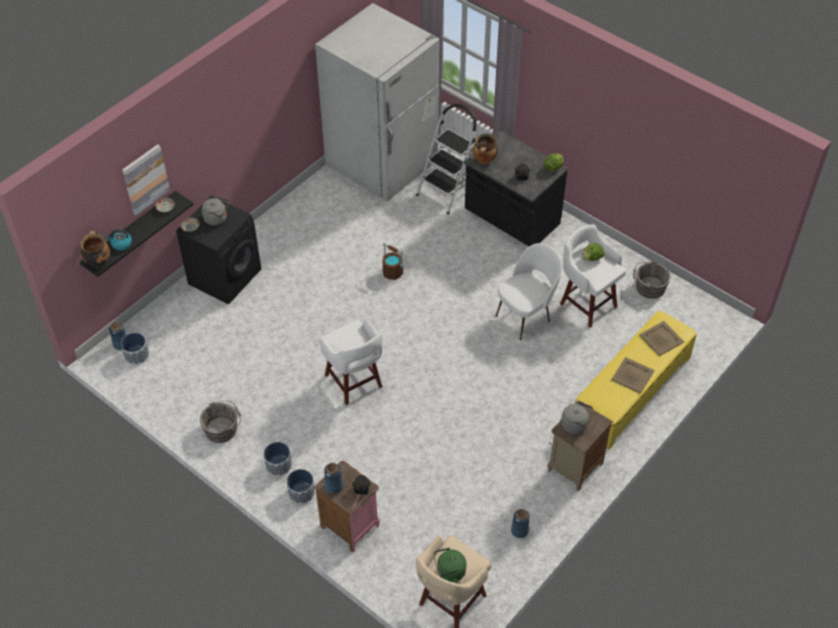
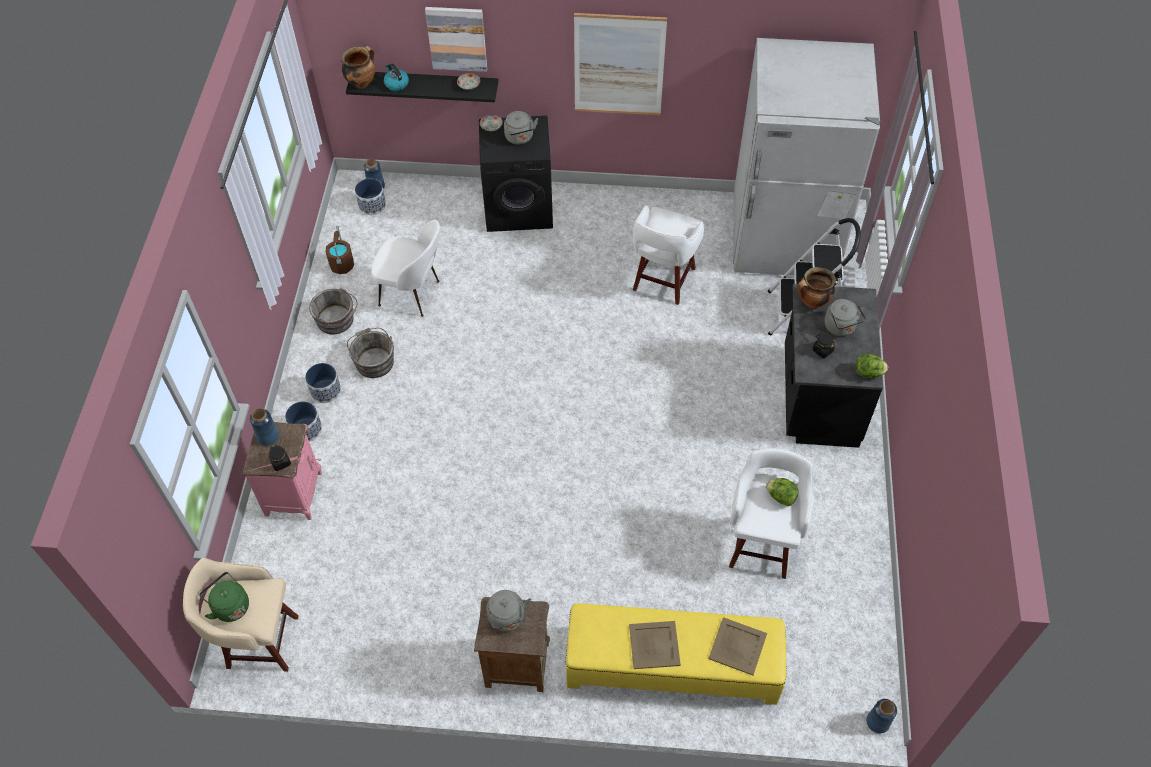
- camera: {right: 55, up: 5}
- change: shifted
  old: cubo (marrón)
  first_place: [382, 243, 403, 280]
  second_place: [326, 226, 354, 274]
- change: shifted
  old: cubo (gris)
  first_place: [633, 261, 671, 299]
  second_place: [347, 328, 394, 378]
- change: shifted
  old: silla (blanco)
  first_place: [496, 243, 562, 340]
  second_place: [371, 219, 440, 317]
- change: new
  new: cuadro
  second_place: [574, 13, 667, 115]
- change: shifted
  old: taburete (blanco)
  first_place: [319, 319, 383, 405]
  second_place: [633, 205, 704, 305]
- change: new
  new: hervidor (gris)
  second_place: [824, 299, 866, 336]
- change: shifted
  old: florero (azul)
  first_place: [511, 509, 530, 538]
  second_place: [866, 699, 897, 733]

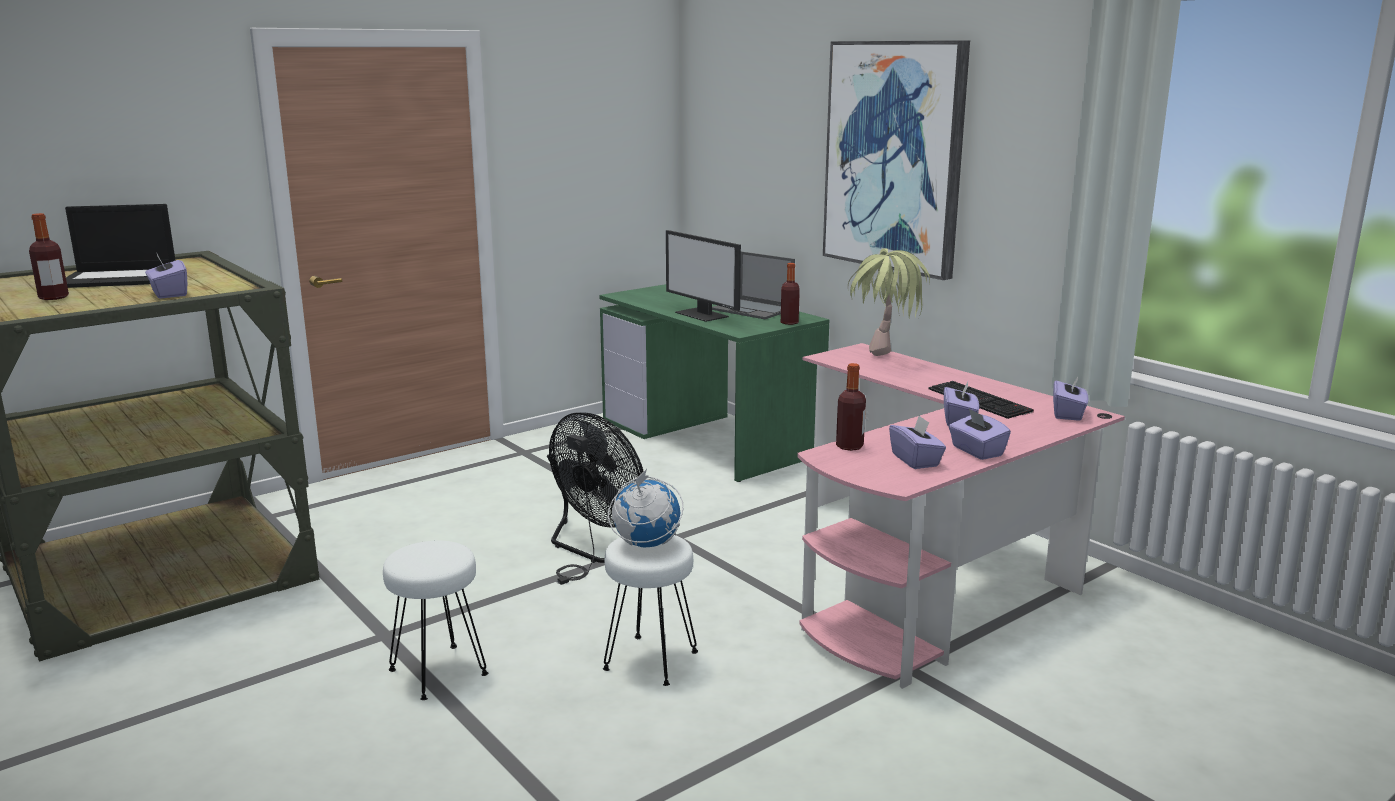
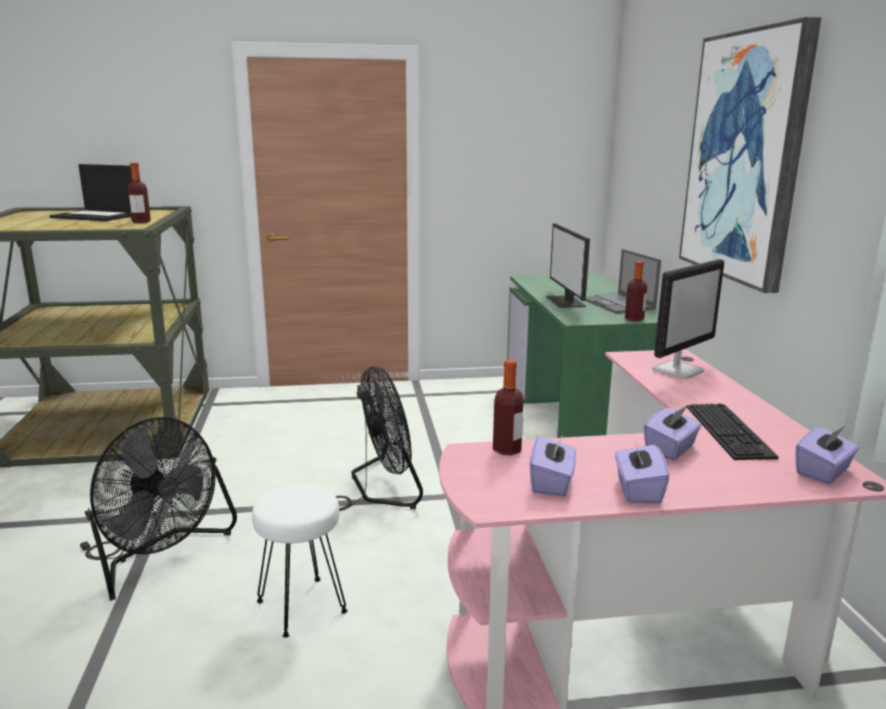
- camera: {right: 30, up: 0}
- change: swapped
  old: taburete (blanco)
  new: ventilador (negro)
  first_place: [383, 541, 488, 700]
  second_place: [80, 417, 237, 601]
- change: shifted
  old: botella
  first_place: [29, 213, 69, 300]
  second_place: [127, 163, 151, 223]
- change: swapped
  old: planta en maceta
  new: monitor
  first_place: [848, 248, 930, 356]
  second_place: [652, 259, 724, 379]
- change: gone
  old: caja de pañuelos (morado)
  first_place: [145, 252, 187, 299]
- change: gone
  old: globo terráqueo
  first_place: [608, 469, 683, 548]

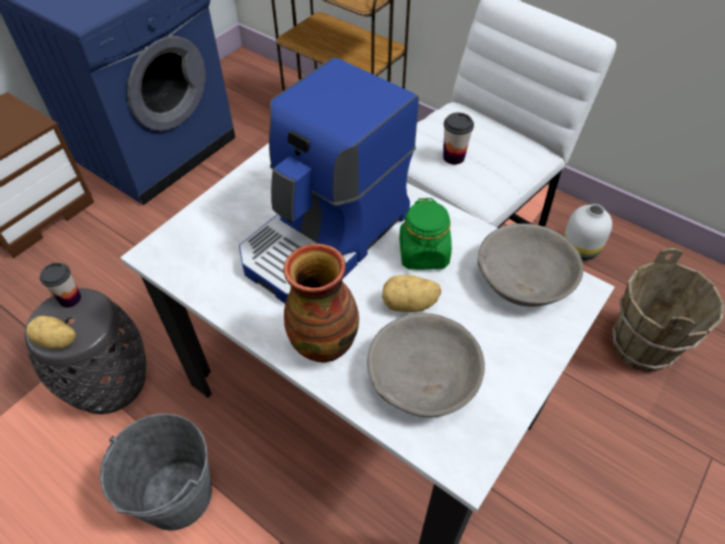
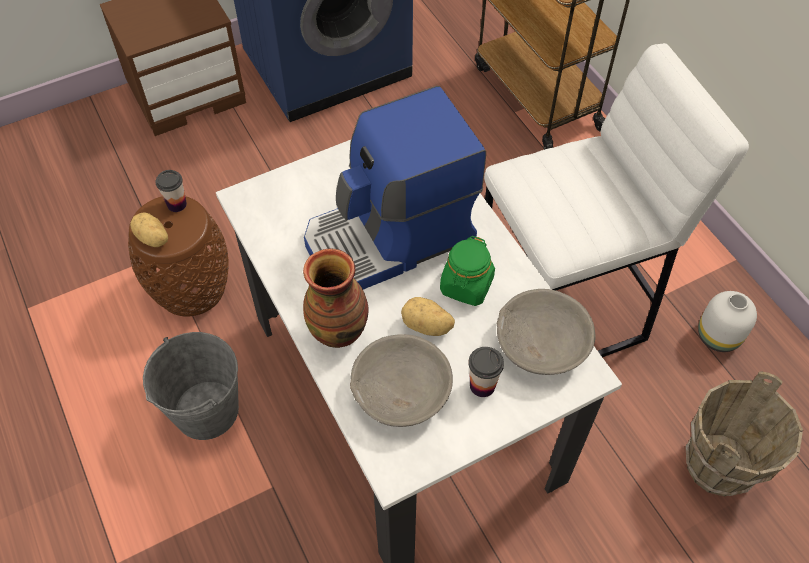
- camera: {right: 25, up: 5}
- change: repainted
  old: taburete (gris)
  new: taburete (marrón)
  first_place: [25, 288, 146, 414]
  second_place: [128, 196, 229, 317]
- change: shifted
  old: taza
  first_place: [443, 112, 474, 165]
  second_place: [468, 347, 504, 397]

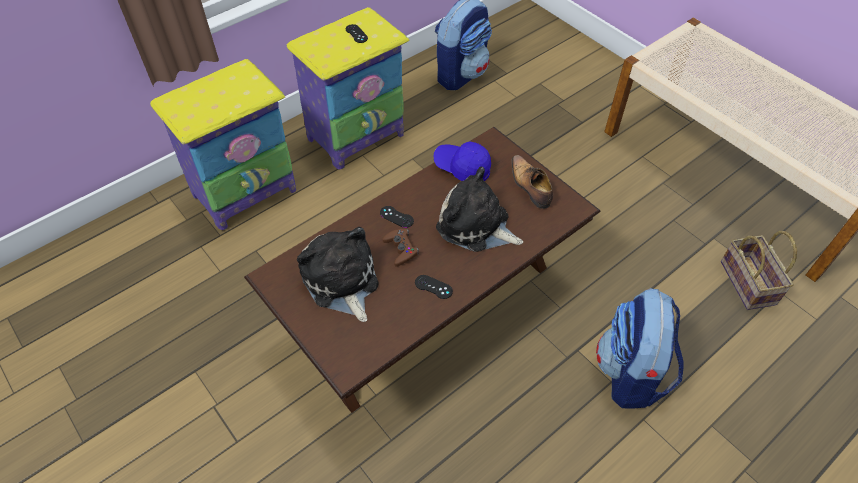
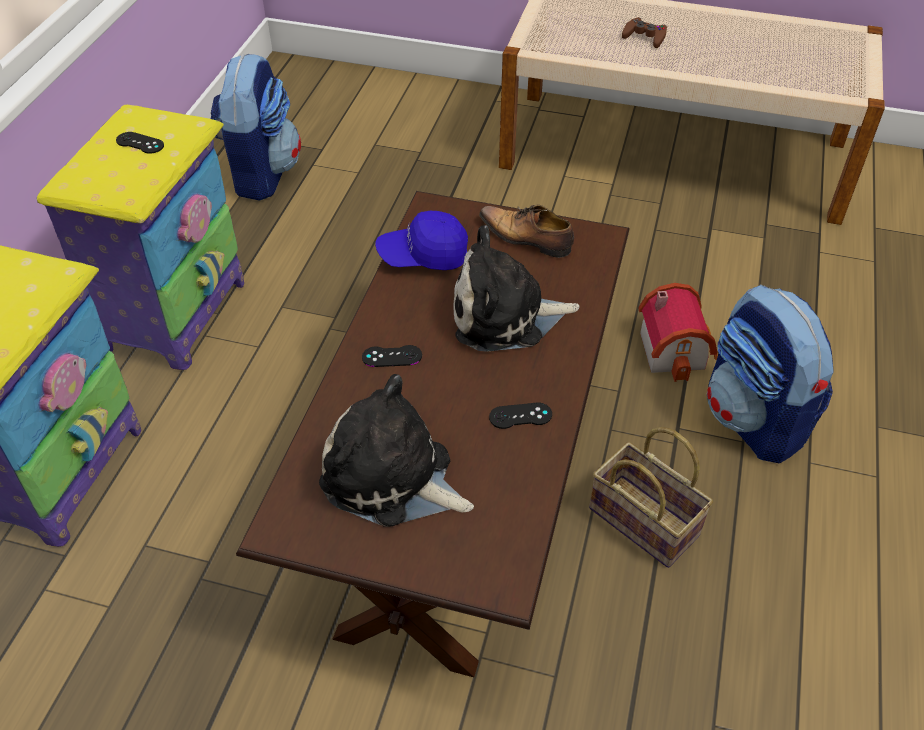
- camera: {right: -35, up: -5}
- change: shifted
  old: cesta
  first_place: [721, 231, 797, 310]
  second_place: [589, 427, 713, 568]
- change: shifted
  old: mando de consola (marrón)
  first_place: [382, 229, 419, 267]
  second_place: [622, 17, 667, 48]
- change: new
  new: casita
  second_place: [638, 283, 718, 382]

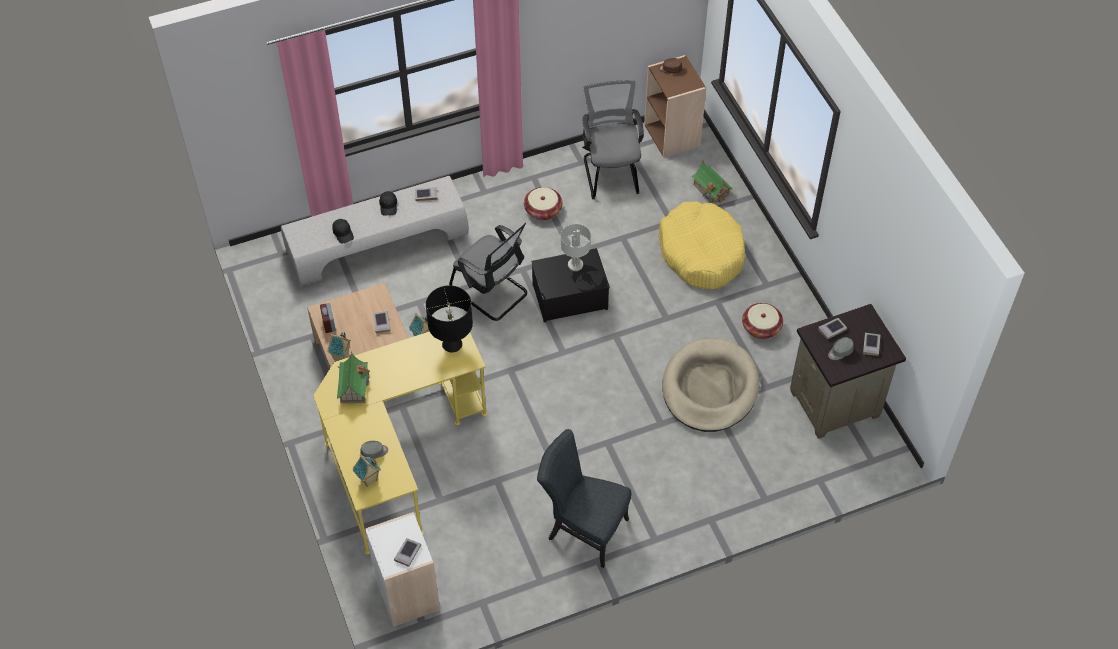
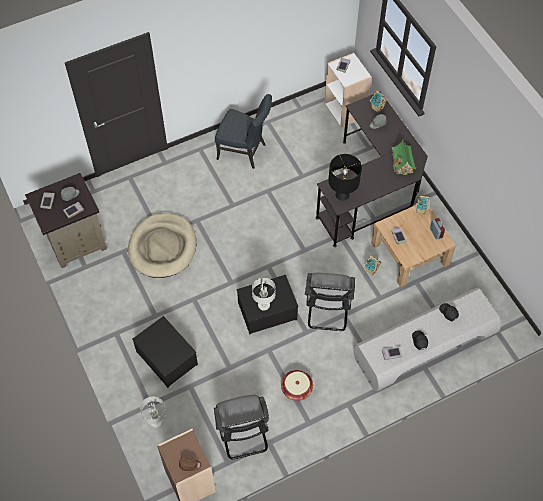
- camera: {right: 175, up: 5}
- change: swapped
  old: cama para perro (amarillo)
  new: caja de almacenaje
  first_place: [659, 201, 745, 289]
  second_place: [132, 316, 198, 388]
- change: swapped
  old: casita
  new: lámpara de mesa (gris)
  first_place: [691, 160, 733, 204]
  second_place: [140, 397, 166, 428]
- change: rotated
  old: silla
  first_place: [449, 223, 527, 321]
  second_place: [305, 273, 355, 331]
  degrees: -120
- change: repainted
  old: escritorio (amarillo)
  new: escritorio (negro)
  first_place: [313, 331, 487, 555]
  second_place: [316, 92, 428, 247]
- change: gone
  old: cesta
  first_place: [742, 303, 783, 339]

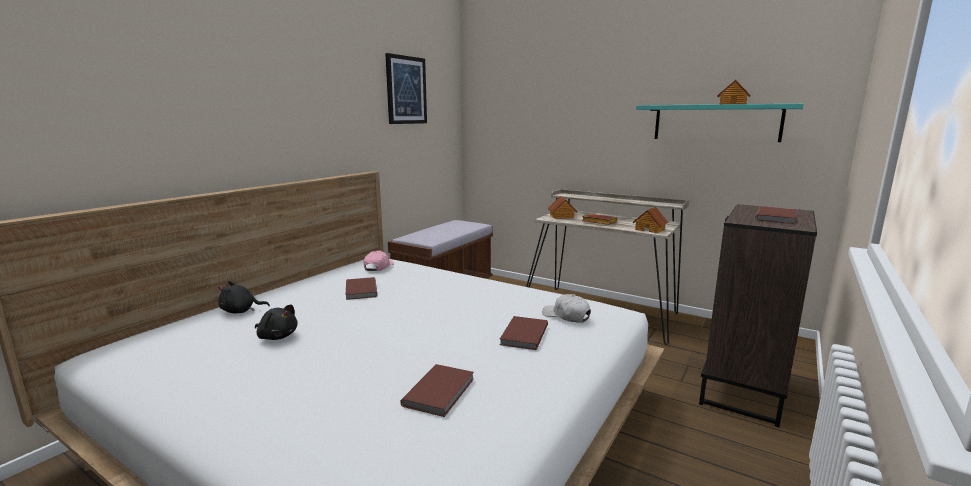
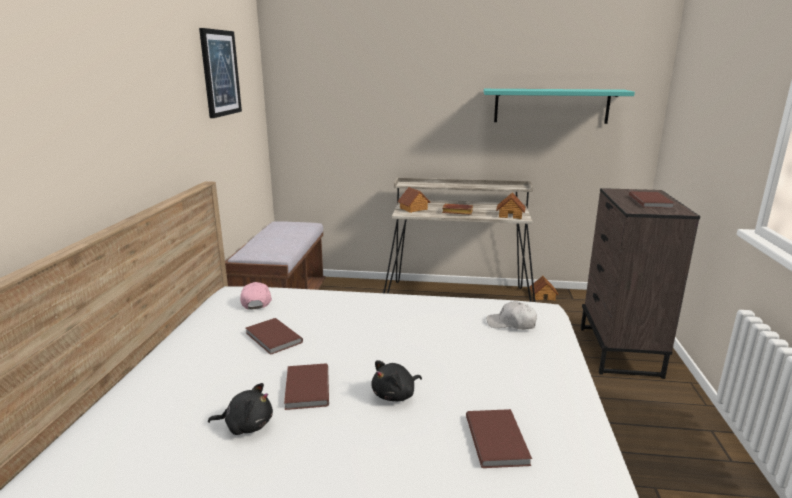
- camera: {right: -25, up: 5}
- change: shifted
  old: libro (marrón)
  first_place: [500, 316, 548, 350]
  second_place: [284, 364, 329, 410]
- change: shifted
  old: peluche (negro)
  first_place: [218, 281, 270, 314]
  second_place: [371, 360, 422, 401]
- change: shifted
  old: casita
  first_place: [717, 80, 751, 104]
  second_place: [530, 276, 559, 301]

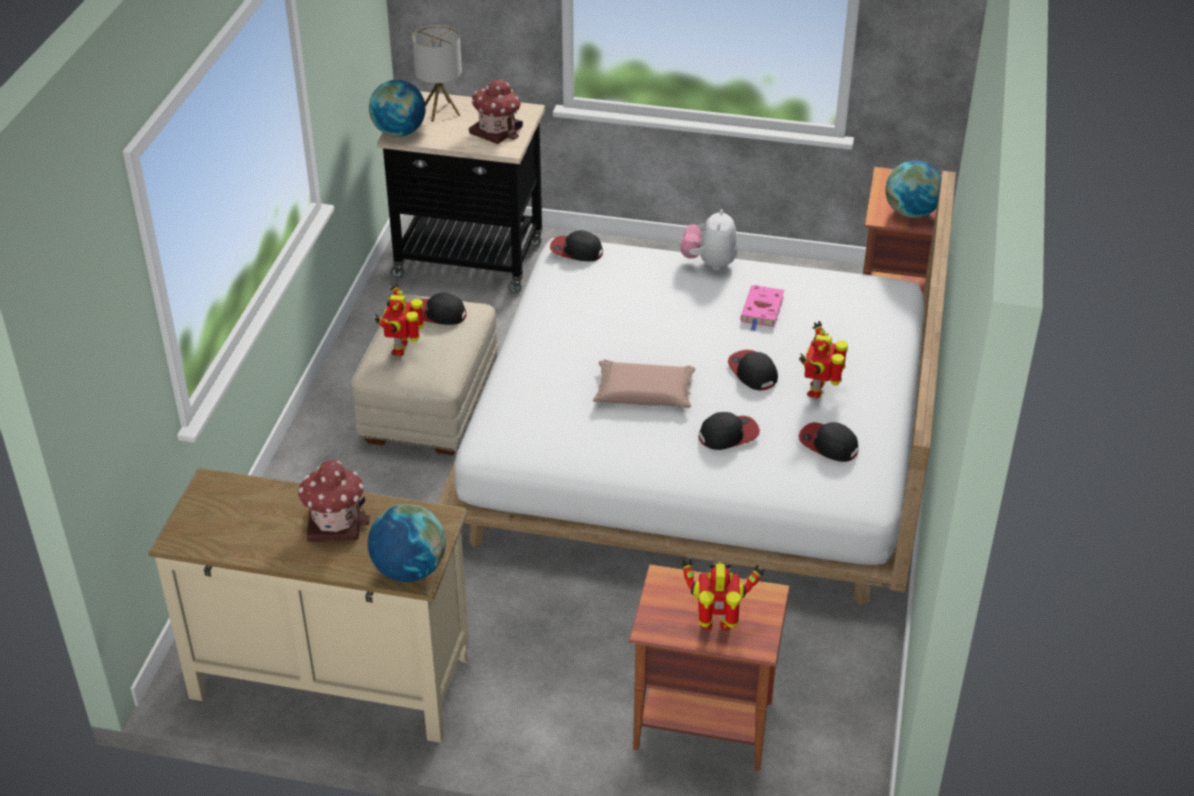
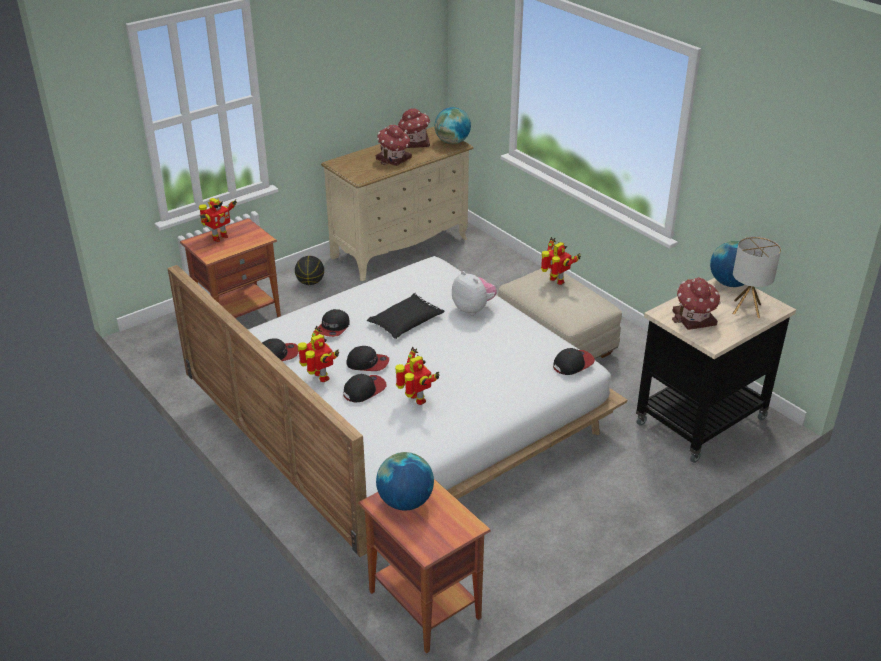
- camera: {right: 130, up: -5}
- change: new
  new: balón de baloncesto
  second_place: [295, 256, 324, 285]
- change: shifted
  old: gorra
  first_place: [421, 293, 466, 325]
  second_place: [343, 374, 387, 403]
- change: repainted
  old: cojín (beis)
  new: cojín (negro)
  first_place: [593, 359, 695, 408]
  second_place: [367, 293, 445, 339]
- change: swapped
  old: libro (rosa)
  new: robot de juguete
  first_place: [740, 285, 784, 331]
  second_place: [395, 347, 440, 405]
- change: new
  new: casita
  second_place: [398, 108, 431, 148]
- change: shifted
  old: globo terráqueo
  first_place: [368, 504, 446, 582]
  second_place: [435, 107, 471, 144]
- change: shifted
  old: peluche
  first_place: [681, 209, 738, 270]
  second_place: [452, 271, 497, 315]

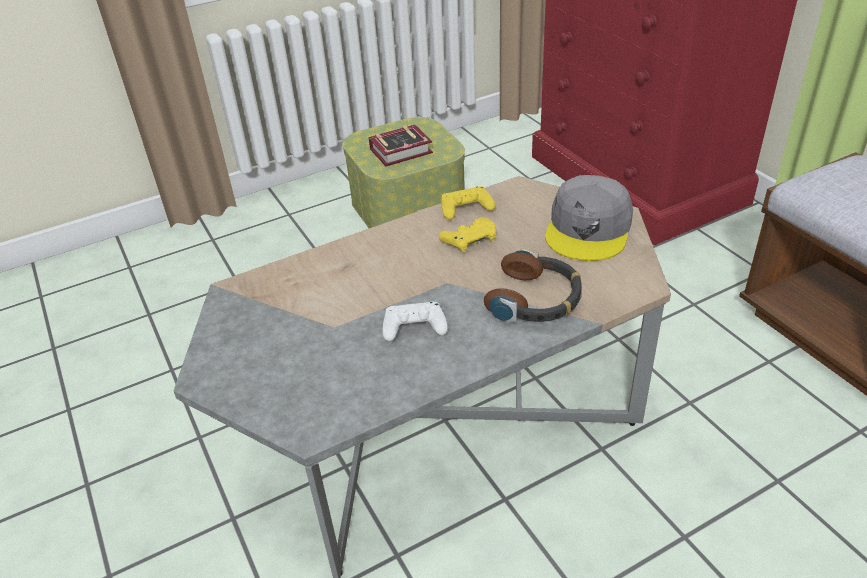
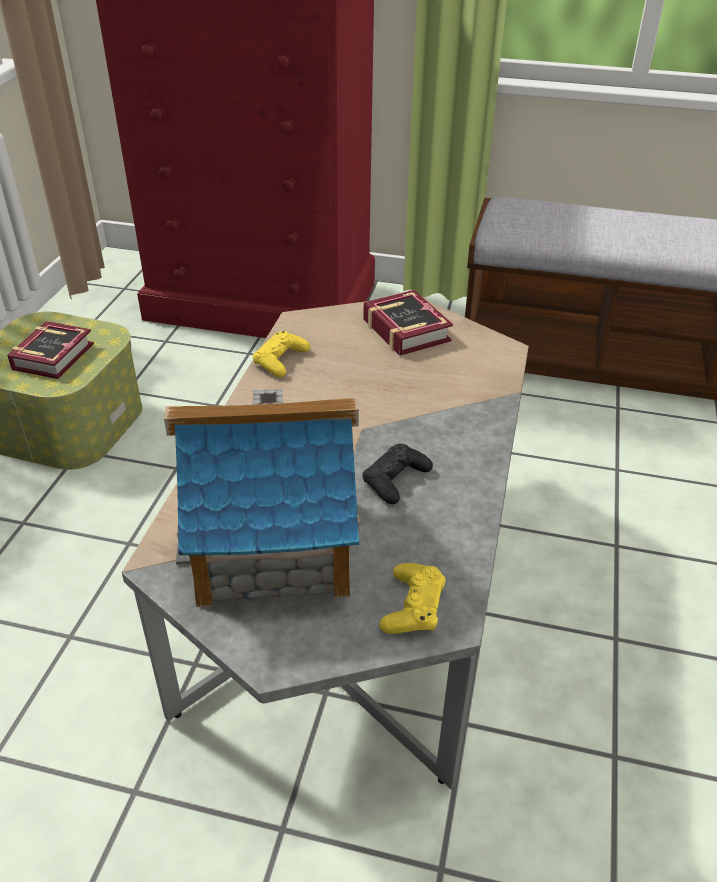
- camera: {right: -50, up: 0}
- change: new
  new: casita
  second_place: [164, 389, 360, 607]
- change: repainted
  old: mando de consola (blanco)
  new: mando de consola (negro)
  first_place: [383, 301, 448, 341]
  second_place: [362, 444, 433, 504]
- change: swapped
  old: gorra (gris)
  new: libro
  first_place: [545, 175, 633, 261]
  second_place: [363, 290, 453, 356]
- change: shifted
  old: mando de consola (amarillo)
  first_place: [439, 217, 496, 253]
  second_place: [379, 563, 445, 634]
- change: gone
  old: auriculares
  first_place: [484, 249, 582, 323]

